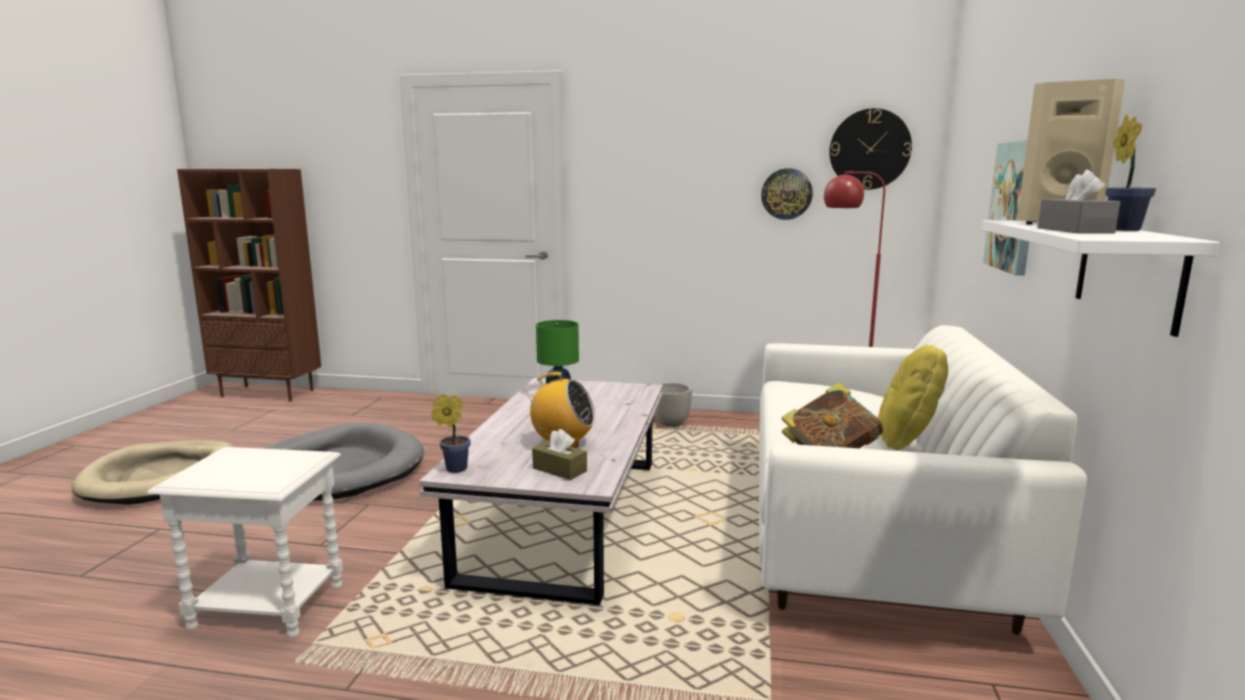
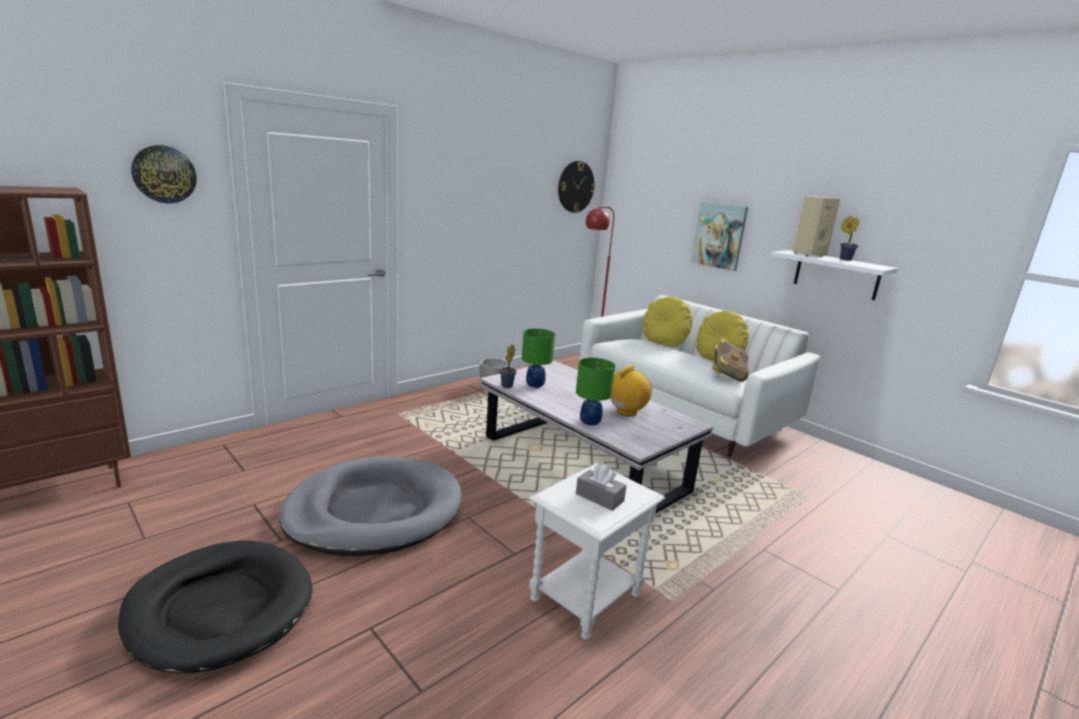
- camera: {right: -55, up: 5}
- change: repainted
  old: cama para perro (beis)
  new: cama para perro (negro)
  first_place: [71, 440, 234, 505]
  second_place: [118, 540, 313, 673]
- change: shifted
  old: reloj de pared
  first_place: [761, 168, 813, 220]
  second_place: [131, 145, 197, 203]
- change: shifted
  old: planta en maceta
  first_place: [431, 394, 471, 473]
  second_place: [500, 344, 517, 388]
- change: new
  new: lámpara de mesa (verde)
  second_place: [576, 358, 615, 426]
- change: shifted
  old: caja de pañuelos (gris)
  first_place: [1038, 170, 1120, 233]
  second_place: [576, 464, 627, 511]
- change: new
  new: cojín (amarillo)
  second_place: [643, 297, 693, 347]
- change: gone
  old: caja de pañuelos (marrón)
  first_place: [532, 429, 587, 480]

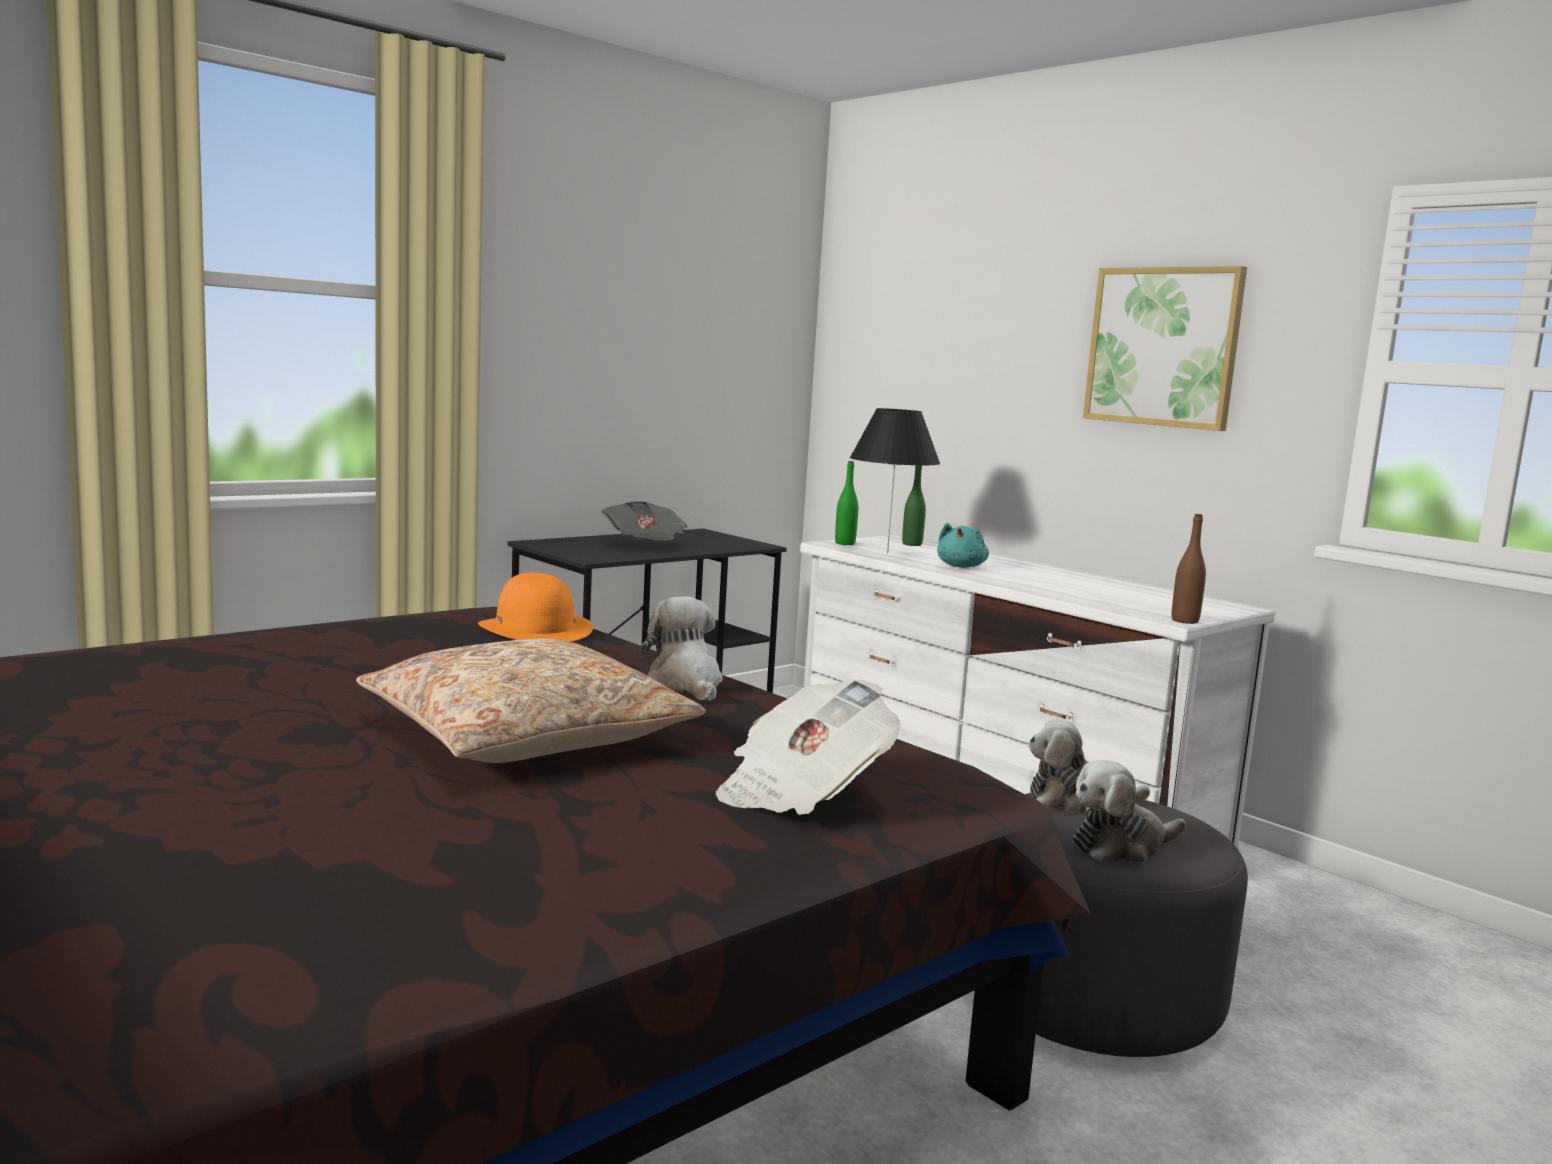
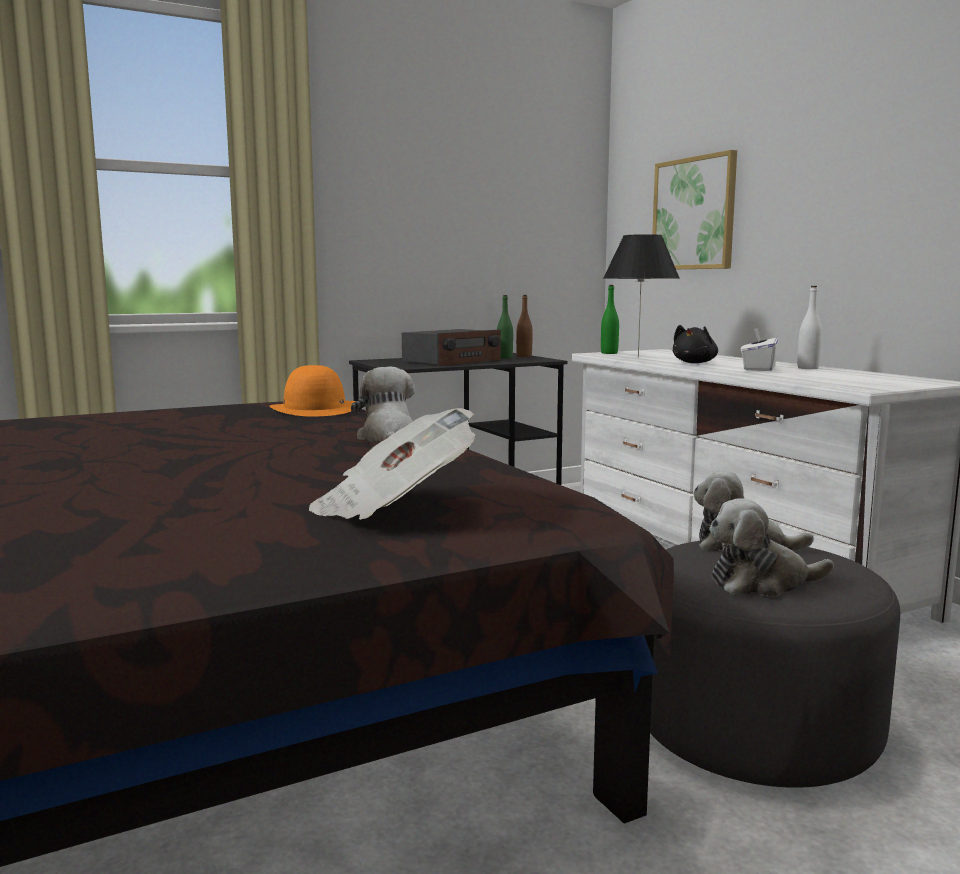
- camera: {right: 15, up: 0}
- change: swapped
  old: periódico
  new: radio
  first_place: [601, 501, 687, 541]
  second_place: [402, 329, 501, 366]
- change: shifted
  old: botella (verde)
  first_place: [902, 465, 926, 546]
  second_place: [497, 295, 513, 358]
- change: shifted
  old: botella (marrón)
  first_place: [1172, 514, 1206, 624]
  second_place: [516, 295, 533, 357]
- change: shifted
  old: cuadro
  first_place: [1083, 266, 1247, 431]
  second_place: [652, 150, 737, 269]
- change: repainted
  old: peluche (turquesa)
  new: peluche (negro)
  first_place: [937, 523, 989, 568]
  second_place: [673, 325, 718, 363]
- change: new
  new: caja de pañuelos (blanco)
  second_place: [741, 327, 779, 371]
- change: new
  new: botella (blanco)
  second_place: [797, 286, 822, 369]
- change: gone
  old: cojín (beis)
  first_place: [356, 638, 706, 763]

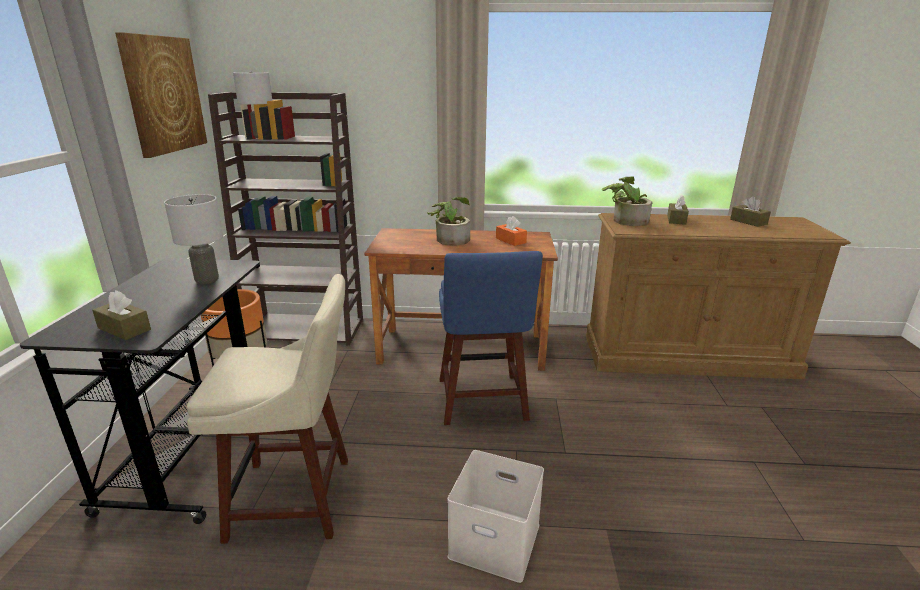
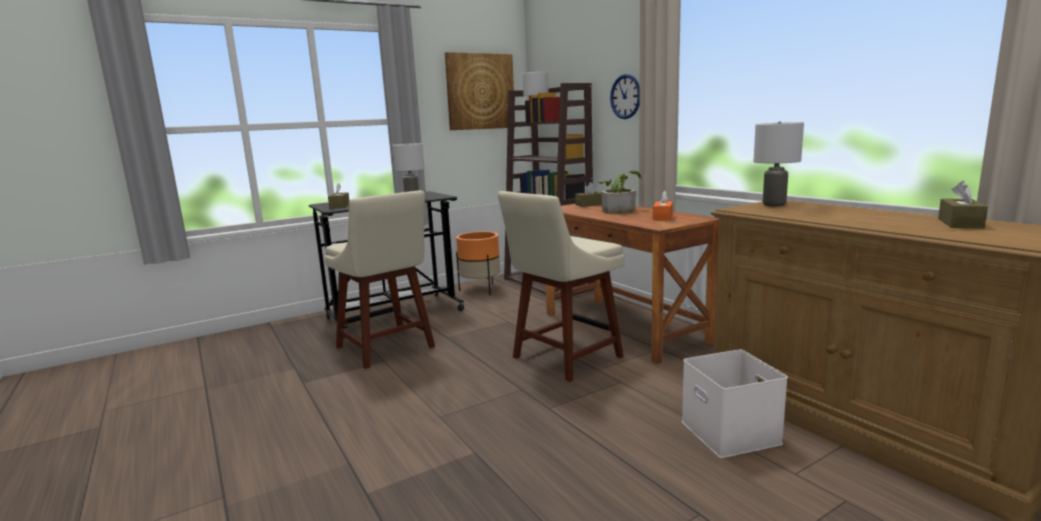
- camera: {right: 55, up: -10}
- change: repainted
  old: taburete (azul)
  new: taburete (beis)
  first_place: [439, 251, 543, 425]
  second_place: [498, 191, 625, 382]
- change: shifted
  old: caja de pañuelos (marrón)
  first_place: [667, 195, 689, 225]
  second_place: [575, 182, 602, 207]
- change: new
  new: reloj de pared
  second_place: [610, 74, 640, 119]
- change: shifted
  old: caja de almacenaje (blanco)
  first_place: [447, 450, 544, 583]
  second_place: [682, 349, 788, 458]
- change: swapped
  old: planta en maceta
  new: lámpara de mesa (blanco)
  first_place: [602, 176, 652, 226]
  second_place: [753, 121, 804, 207]

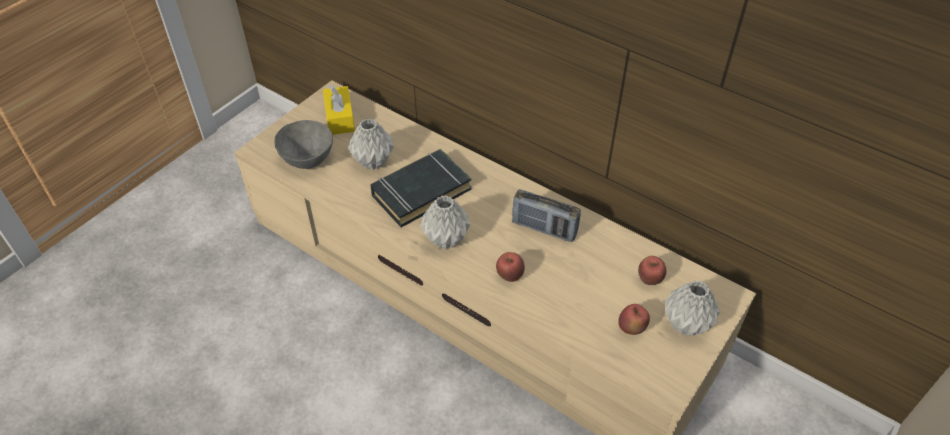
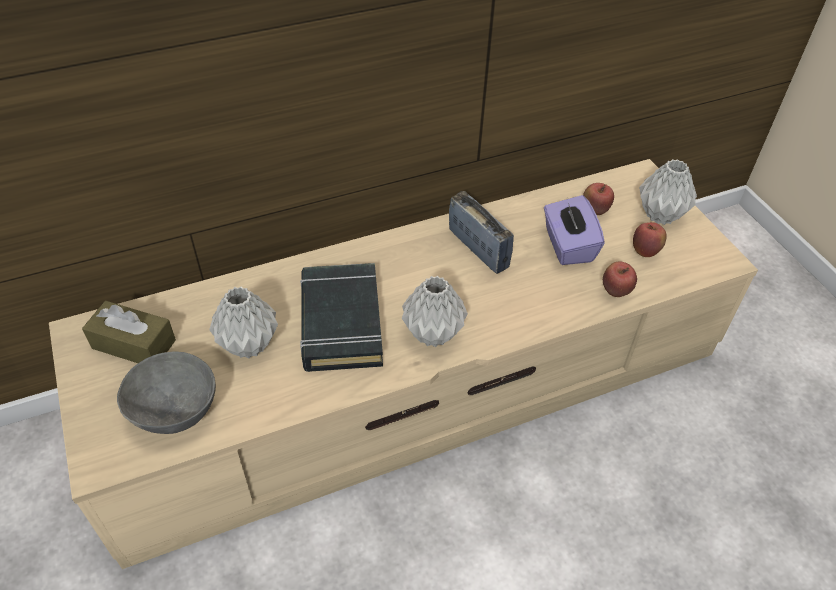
- camera: {right: -60, up: 0}
- change: repainted
  old: caja de pañuelos (amarillo)
  new: caja de pañuelos (marrón)
  first_place: [323, 85, 355, 135]
  second_place: [82, 301, 176, 363]
- change: rotated
  old: radio
  first_place: [512, 189, 581, 242]
  second_place: [449, 191, 514, 274]
  degrees: -90
- change: new
  new: caja de pañuelos (morado)
  second_place: [544, 195, 605, 265]
- change: shifted
  old: manzana
  first_place: [496, 252, 525, 282]
  second_place: [603, 261, 637, 297]

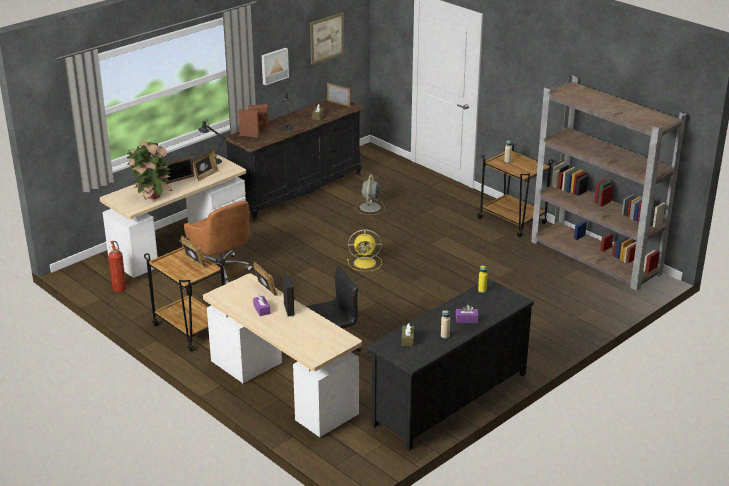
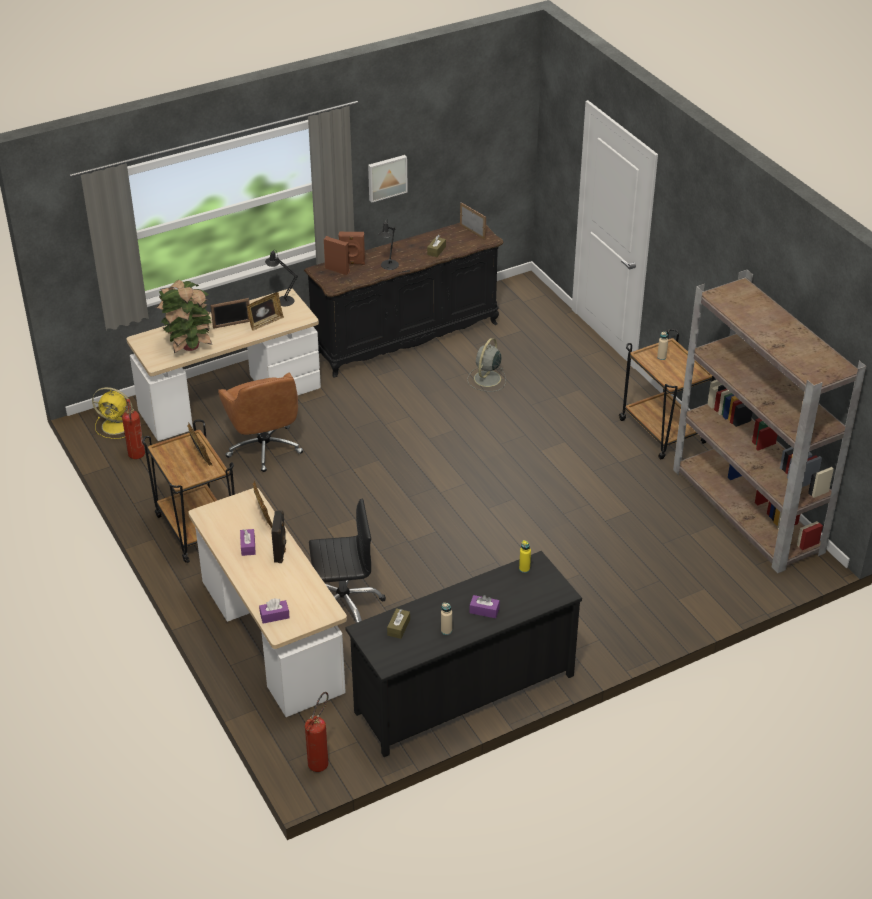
- camera: {right: 15, up: 10}
- change: shifted
  old: ventilador (amarillo)
  first_place: [347, 229, 382, 271]
  second_place: [92, 387, 133, 439]
- change: new
  new: caja de pañuelos (morado)
  second_place: [259, 598, 290, 624]
- change: new
  new: extintor
  second_place: [305, 692, 329, 772]
- change: gone
  old: cuadro
  first_place: [310, 12, 344, 65]

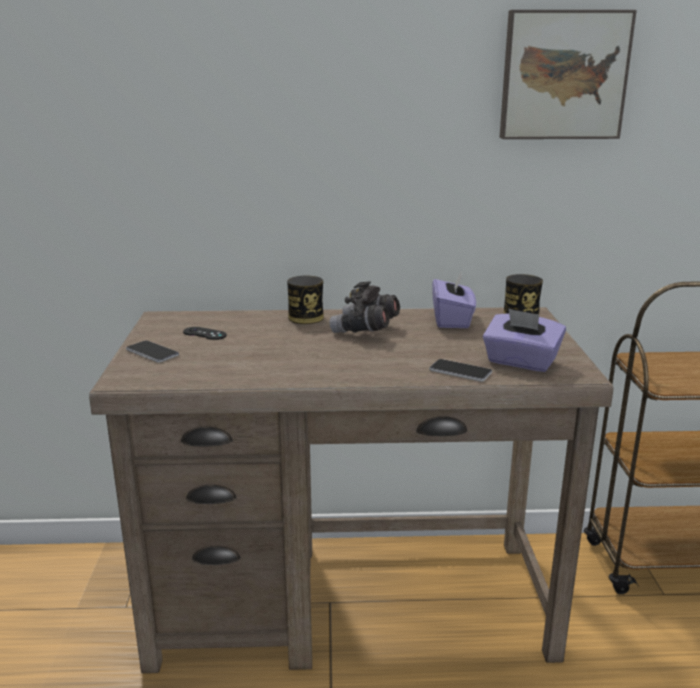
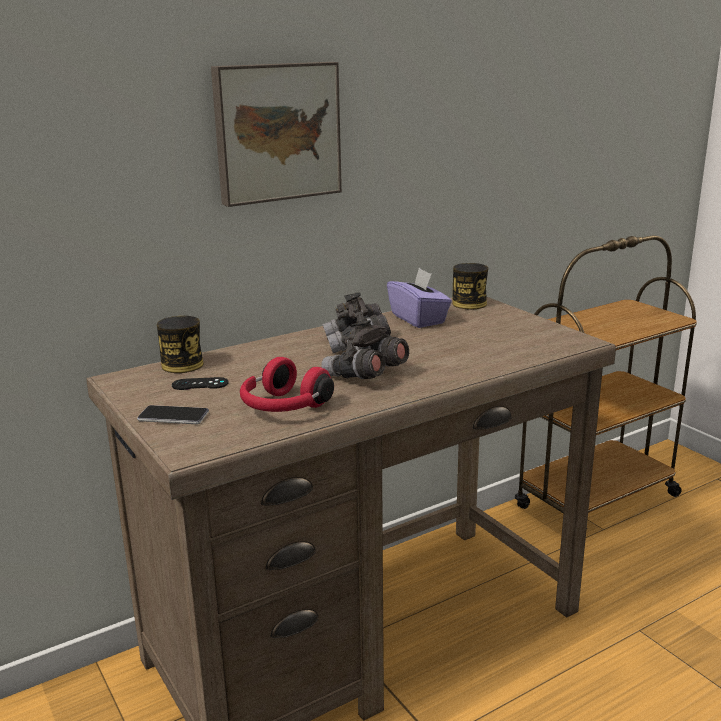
- camera: {right: -30, up: 0}
- change: shifted
  old: lata
  first_place: [287, 276, 324, 324]
  second_place: [157, 316, 204, 373]
- change: shifted
  old: cuadro
  first_place: [500, 10, 637, 139]
  second_place: [211, 62, 342, 207]
- change: new
  new: auriculares (rojo)
  second_place: [240, 357, 334, 412]
- change: new
  new: prismáticos (gris)
  second_place: [321, 320, 409, 379]
- change: gone
  old: móvil
  first_place: [429, 359, 492, 382]
- change: gone
  old: caja de pañuelos (morado)
  first_place: [483, 308, 566, 372]

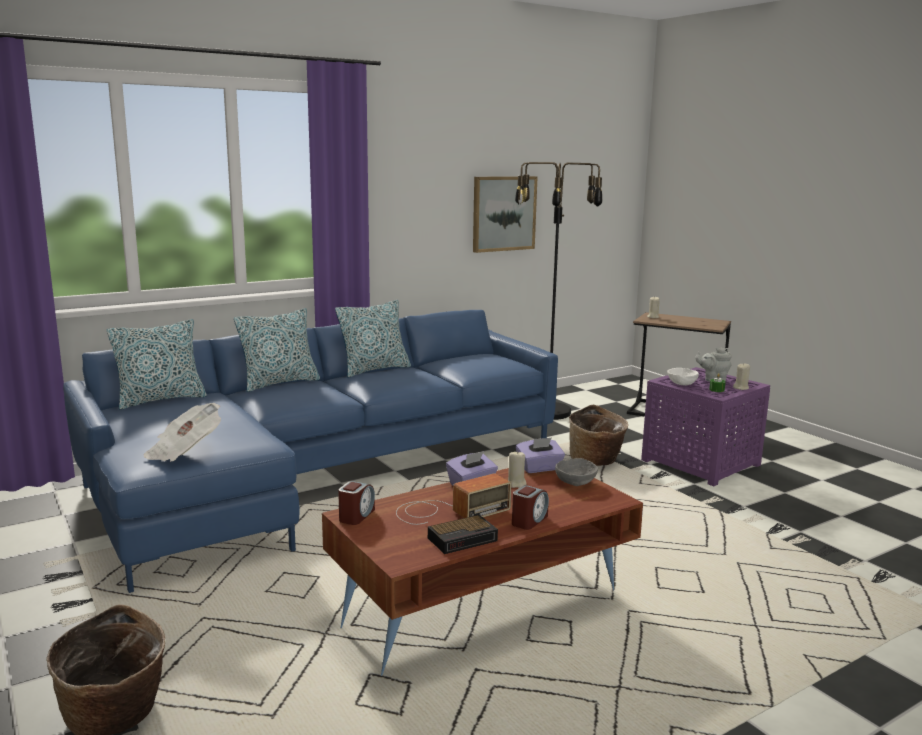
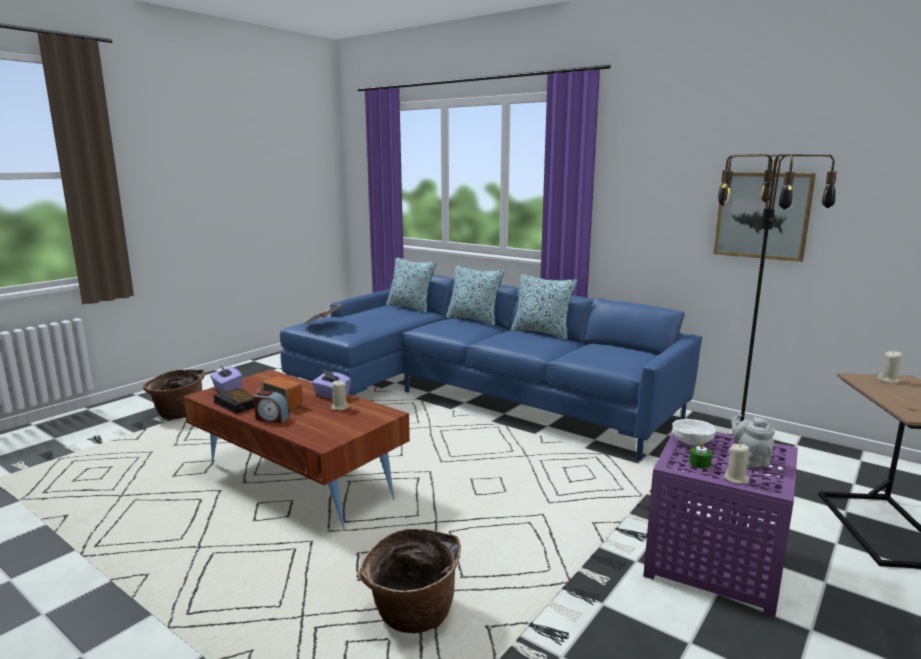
- camera: {right: 70, up: 0}
- change: shifted
  old: caja de pañuelos (morado)
  first_place: [516, 437, 565, 473]
  second_place: [210, 364, 243, 393]
- change: shifted
  old: cesta
  first_place: [569, 405, 628, 466]
  second_place: [359, 529, 461, 633]
- change: gone
  old: despertador
  first_place: [338, 481, 375, 525]
- change: gone
  old: cuenco (gris)
  first_place: [555, 458, 598, 486]

